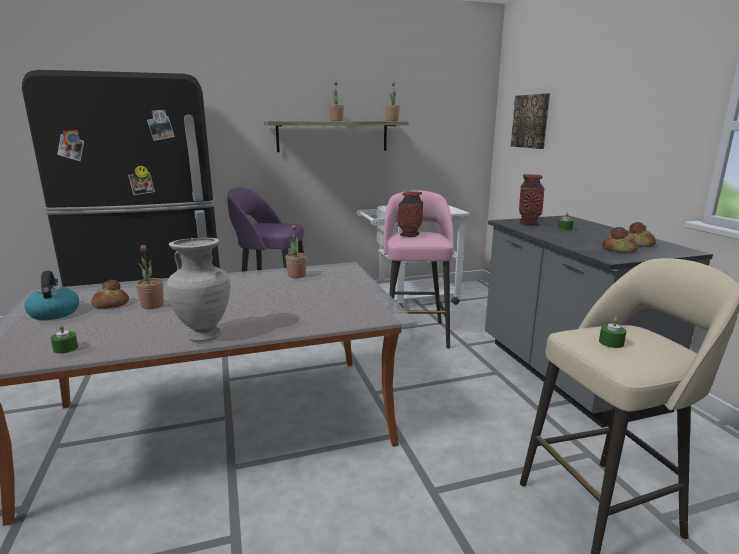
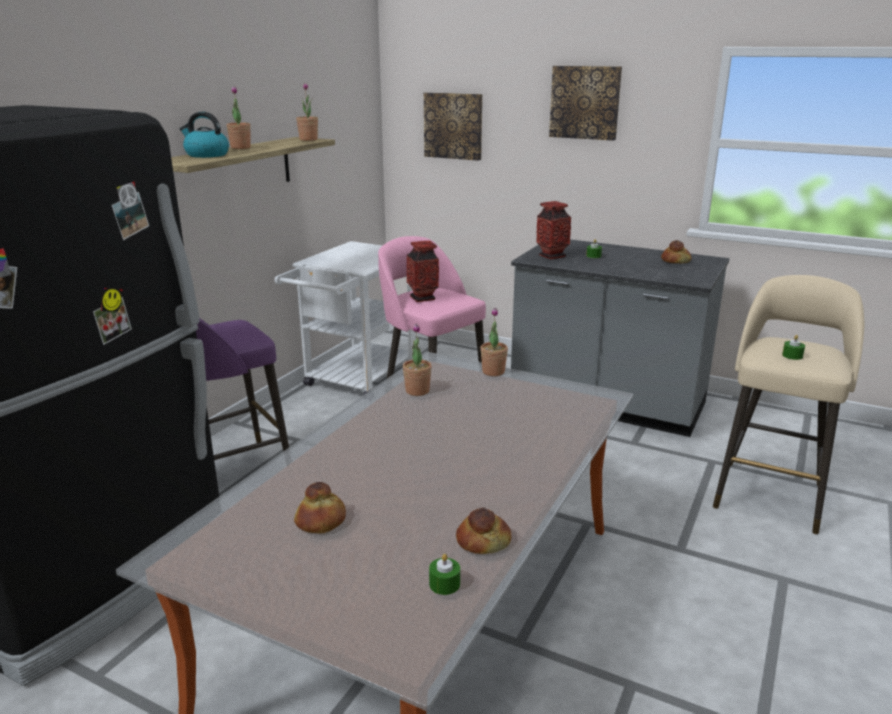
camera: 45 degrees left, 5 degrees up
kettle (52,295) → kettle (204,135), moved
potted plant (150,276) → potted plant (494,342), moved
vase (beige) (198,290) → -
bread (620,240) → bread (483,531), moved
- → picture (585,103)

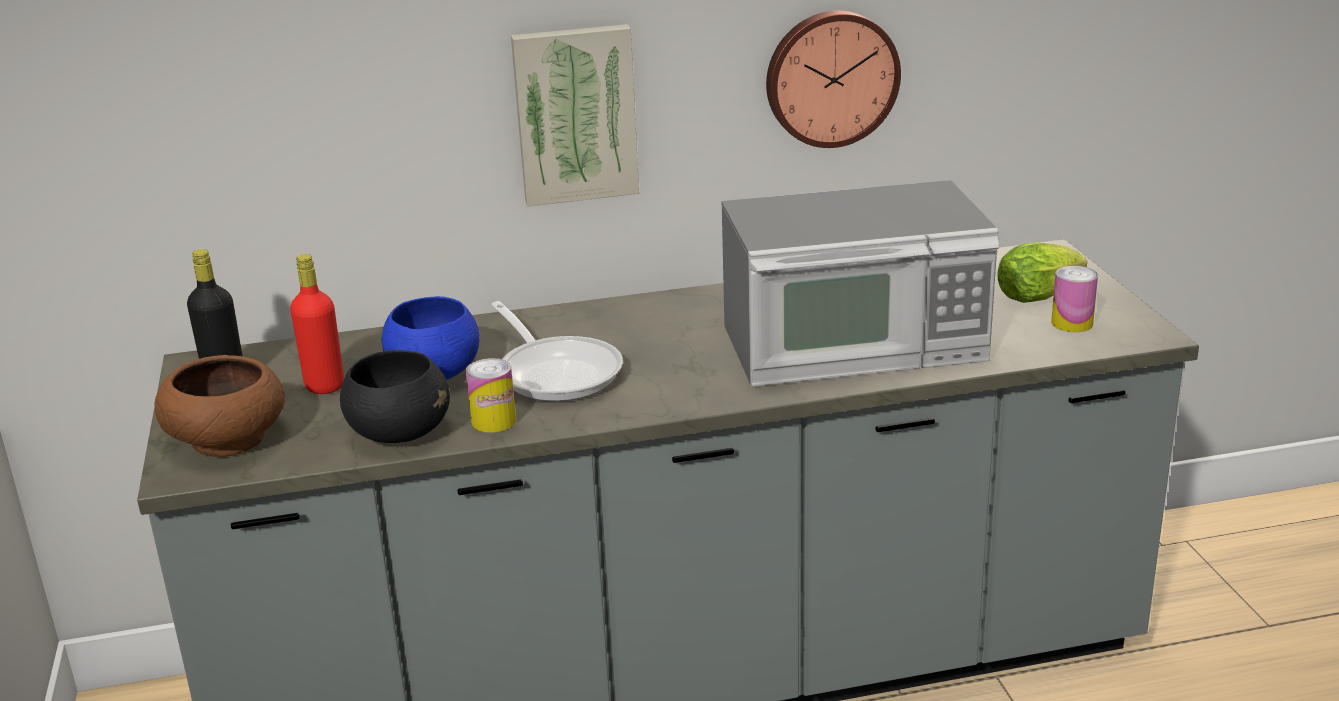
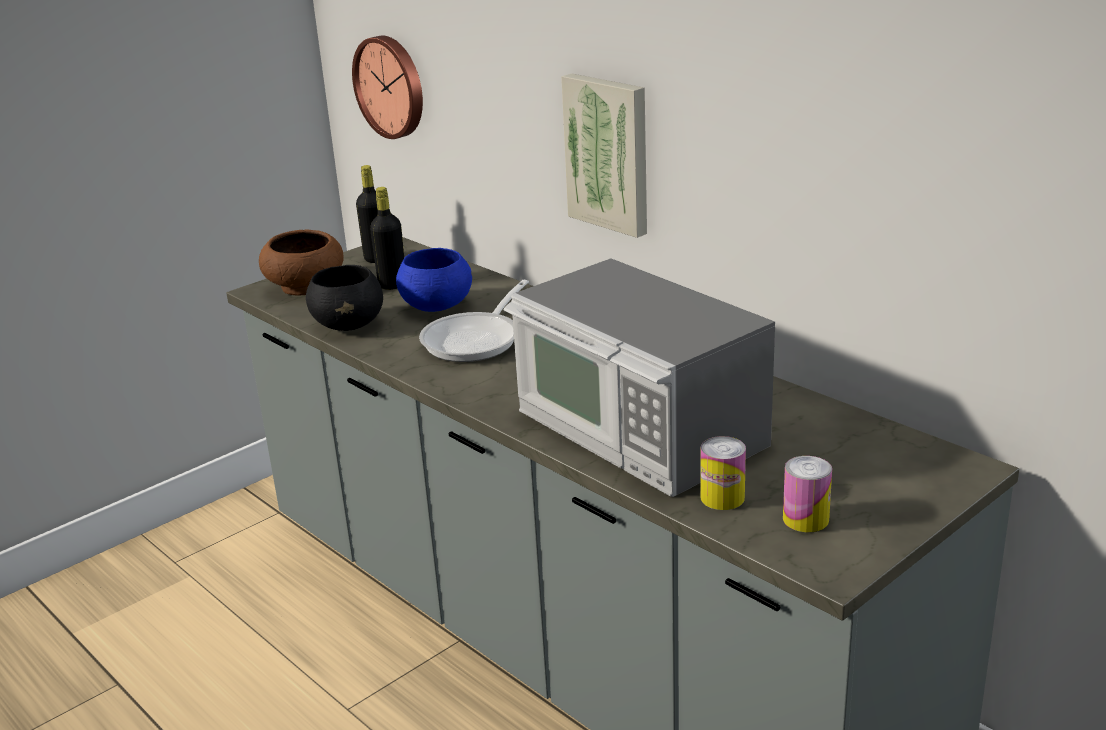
camera: 60 degrees right, 0 degrees up
bottle (red) (317,324) → bottle (black) (387,238)
can (491,395) → can (723,473), moved
wall clock (833,79) → wall clock (387,87), moved
lettuce (1042,272) → -

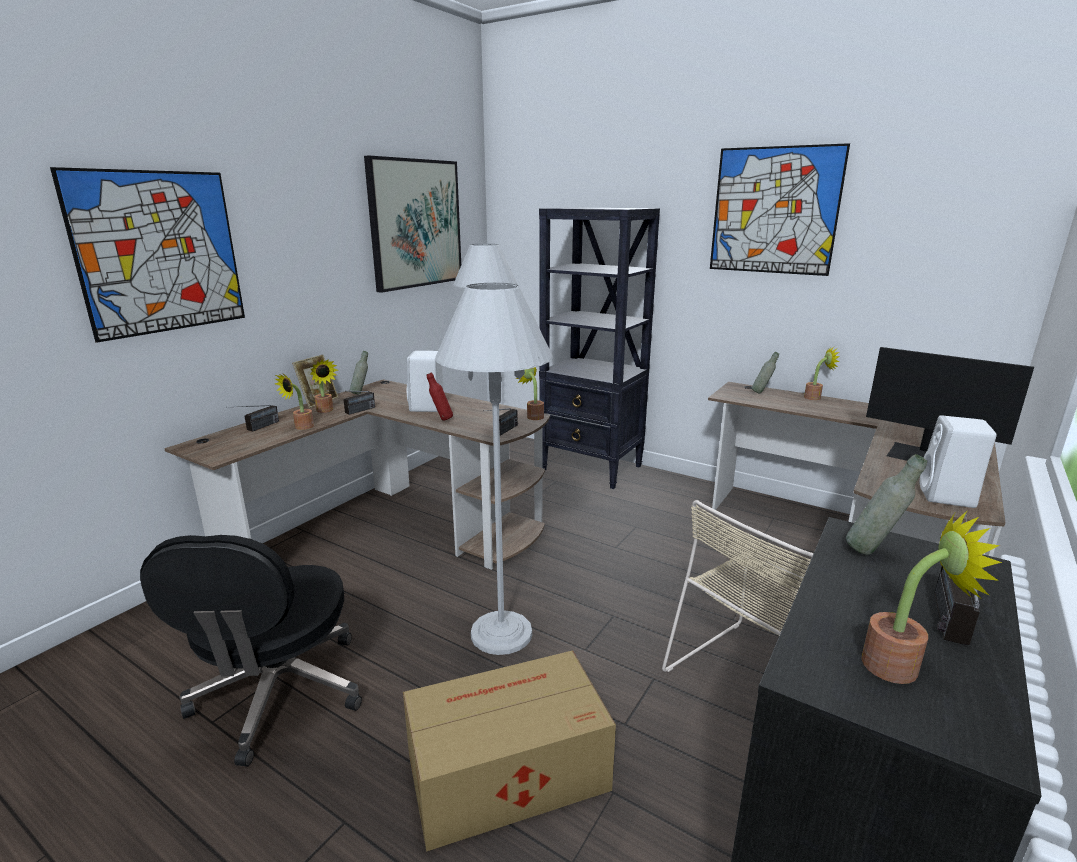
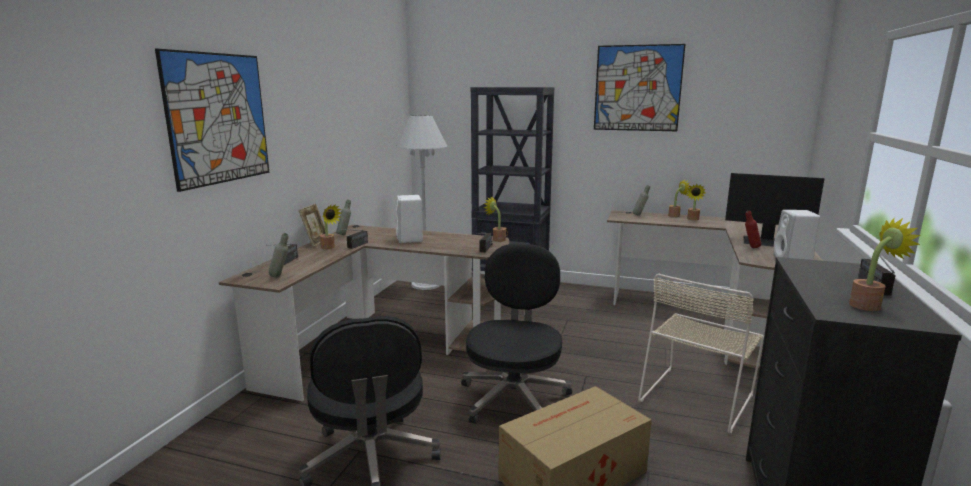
camera: 15 degrees left, 5 degrees down
potted plant (294,401) → potted plant (696,202), moved
picture (412,224) → -
bottle (red) (440,397) → bottle (red) (753,229), moved
floor lamp (white) (494,469) → office chair (black) (516,334)
bottle (grey) (886,504) → bottle (grey) (278,255), moved

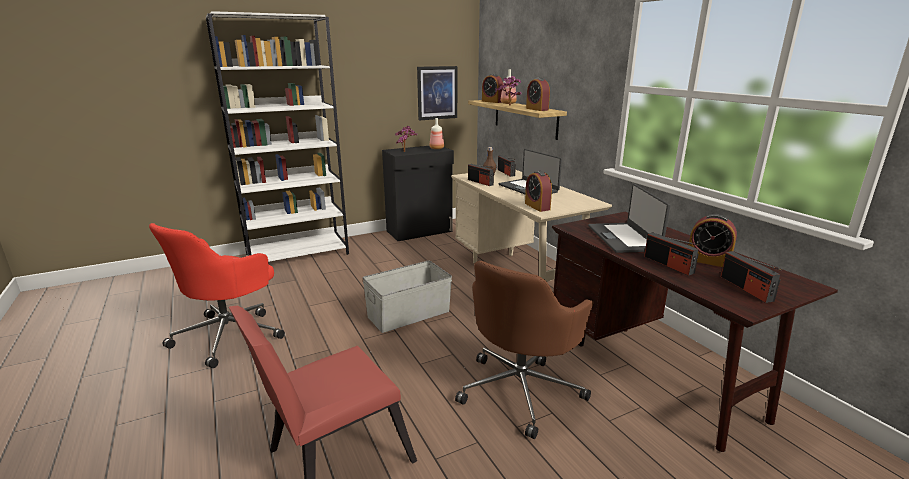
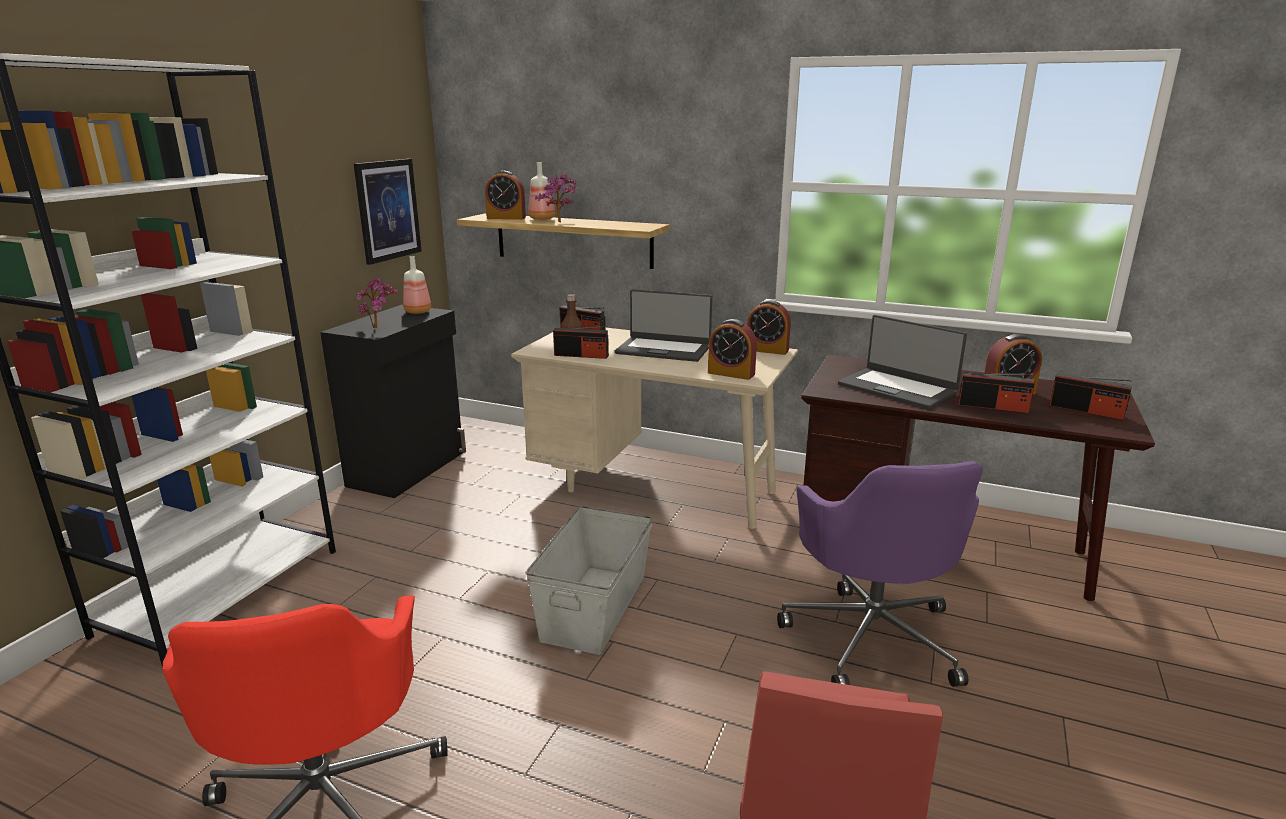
camera: 40 degrees left, 0 degrees up
office chair (brown) (524,350) → office chair (purple) (880,574)
alarm clock (538,94) → alarm clock (769,327), moved

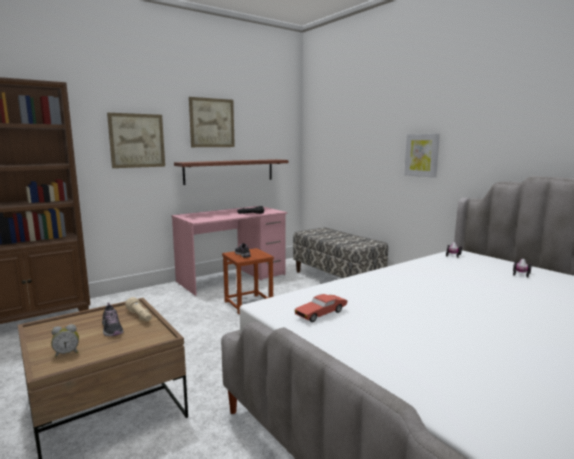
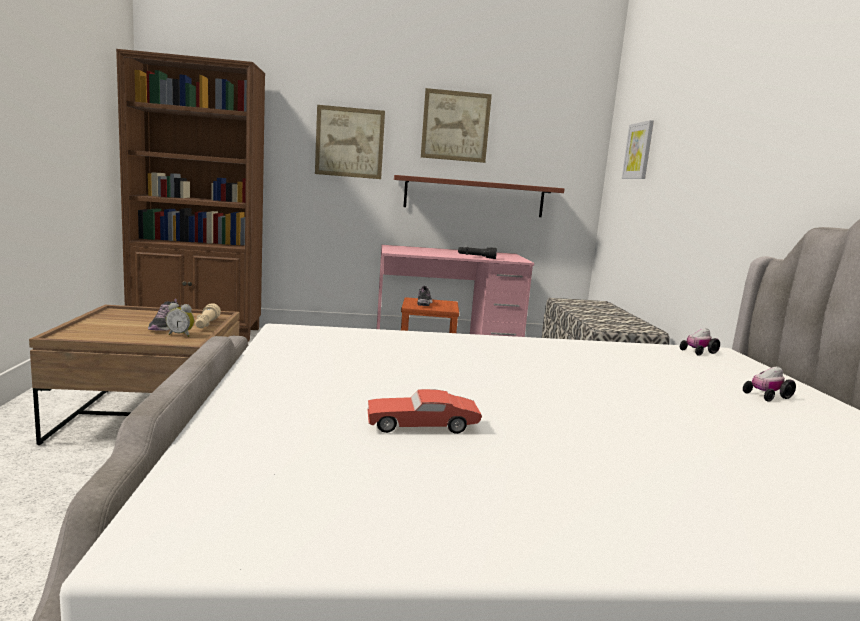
camera: 30 degrees right, 0 degrees up
alarm clock (65,340) → alarm clock (180,320), moved
toy car (red) (321,308) → toy car (red) (424,411), moved
picture (422,156) → picture (638,149), moved

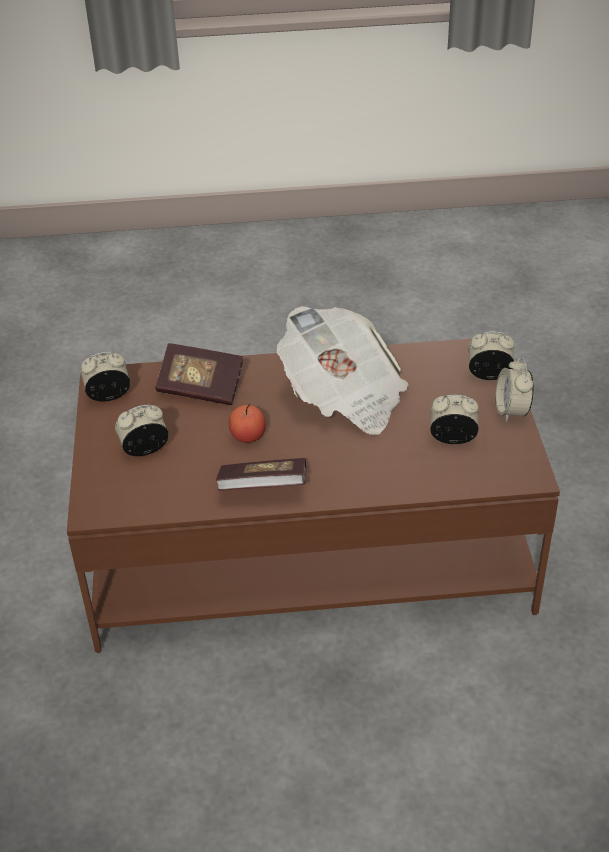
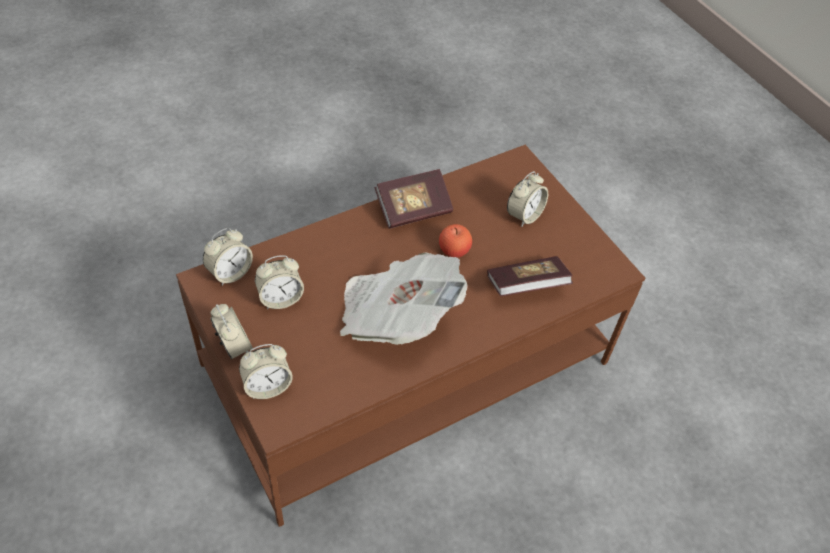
camera: 150 degrees right, 10 degrees up
alarm clock (105,377) → alarm clock (228,256), moved

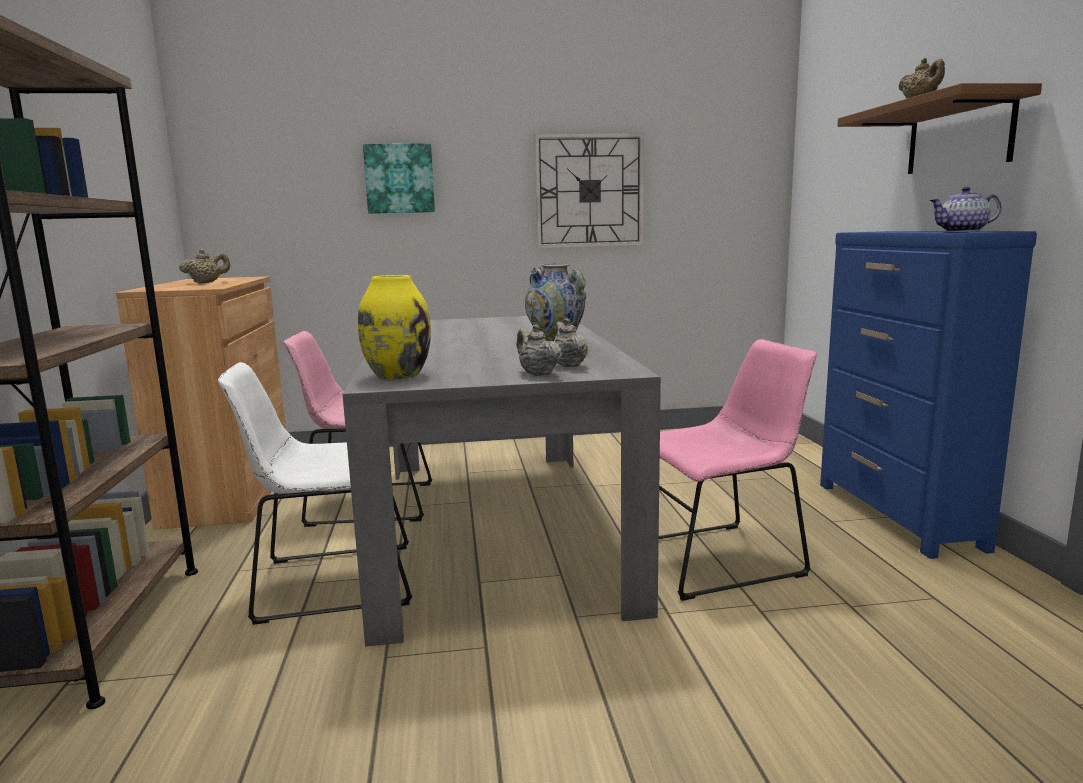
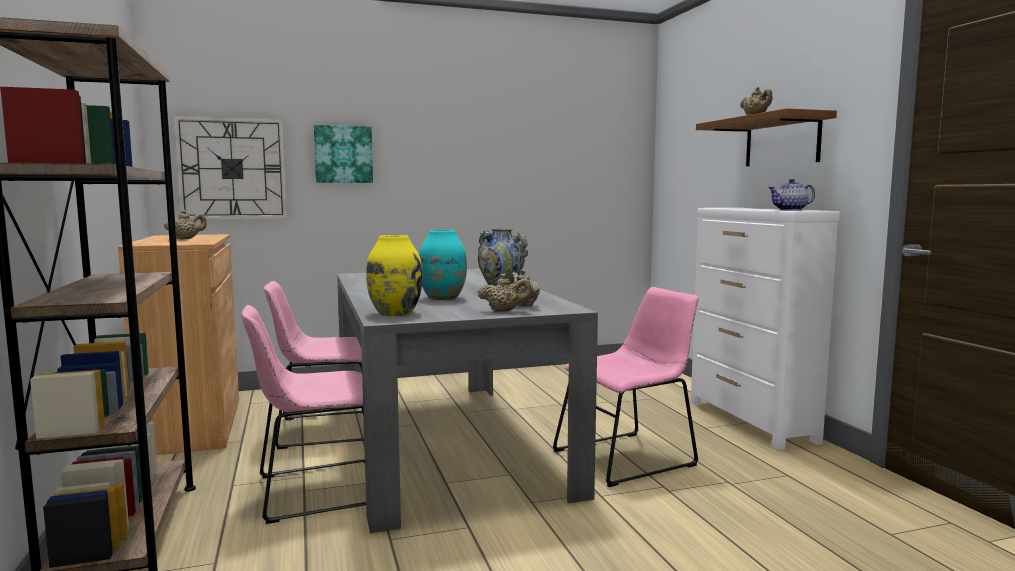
camera: 10 degrees left, 5 degrees down
chair (white) (315,493) → chair (pink) (303,414)
teapot (beige) (539,350) → teapot (beige) (505,292), 135 degrees clockwise
wall clock (589,190) → wall clock (230,168), moved
dresser (blue) (928,395) → dresser (white) (765,329)
- → vase (turquoise) (443,265)

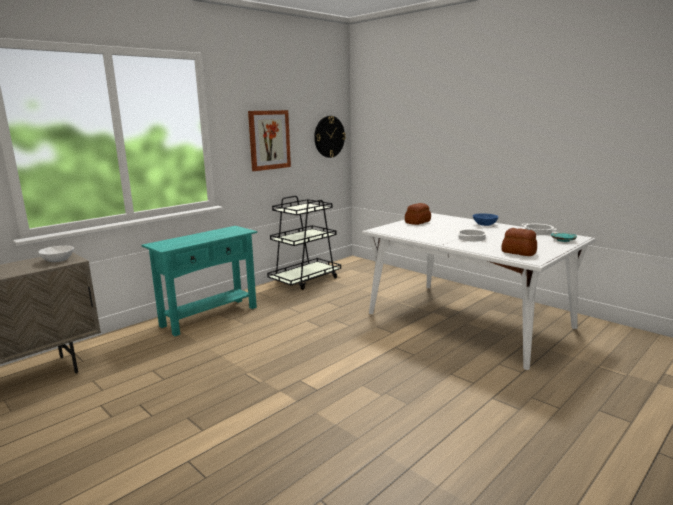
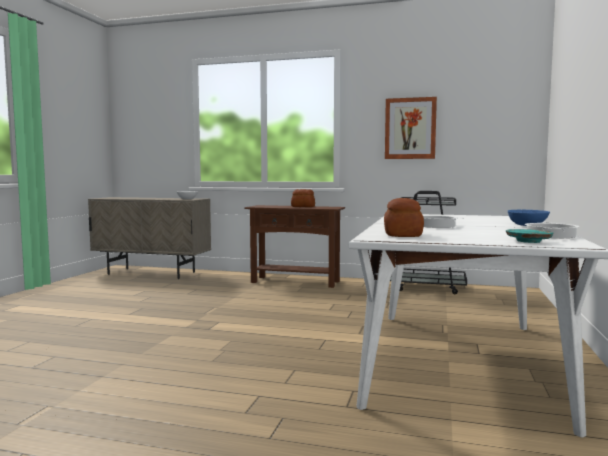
camera: 60 degrees right, 10 degrees down
console table (turquoise) (199,281) → console table (brown) (295,246)
wall clock (330,137) → -
bread (418,214) → bread (303,198), moved

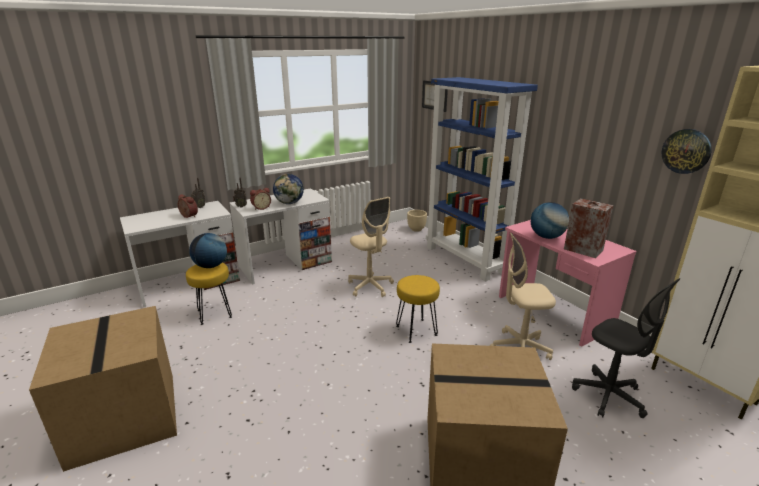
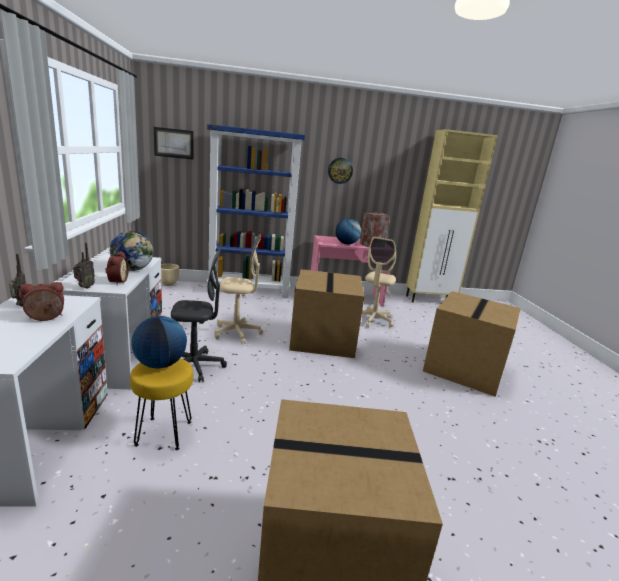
camera: 65 degrees left, 5 degrees down
stool (yellow) (418,309) → cardboard box (326,313)
office chair (grey) (626,348) → office chair (grey) (199,315), moved
wall clock (687,151) → wall clock (340,171), moved

